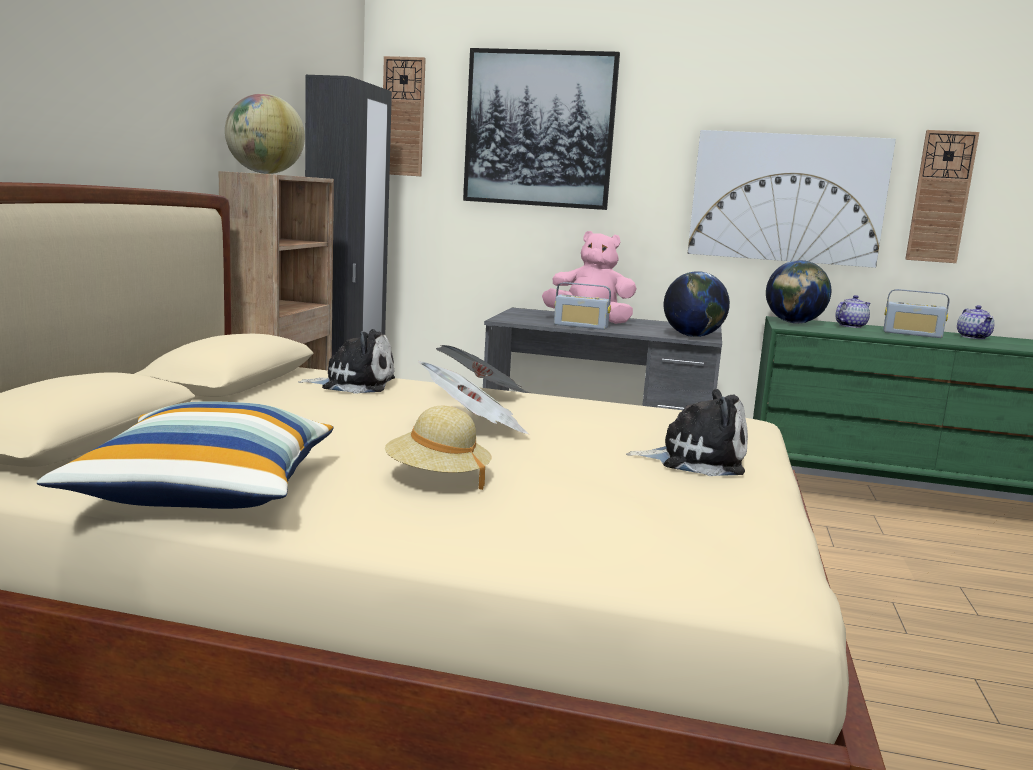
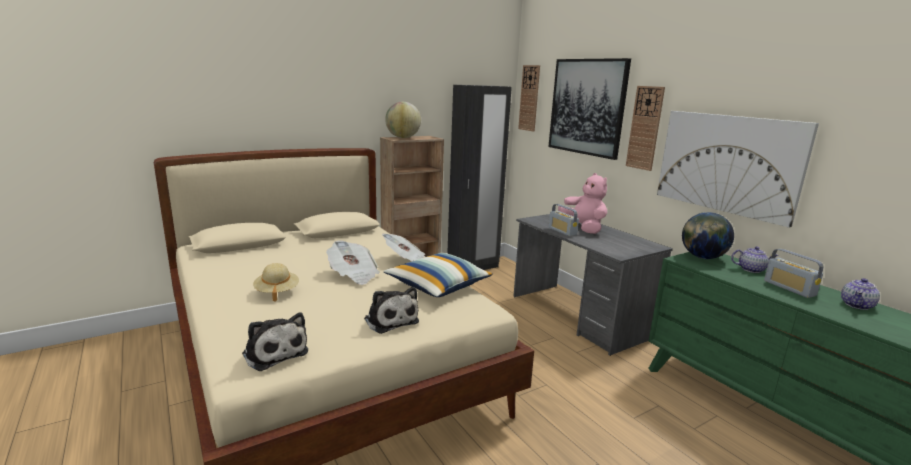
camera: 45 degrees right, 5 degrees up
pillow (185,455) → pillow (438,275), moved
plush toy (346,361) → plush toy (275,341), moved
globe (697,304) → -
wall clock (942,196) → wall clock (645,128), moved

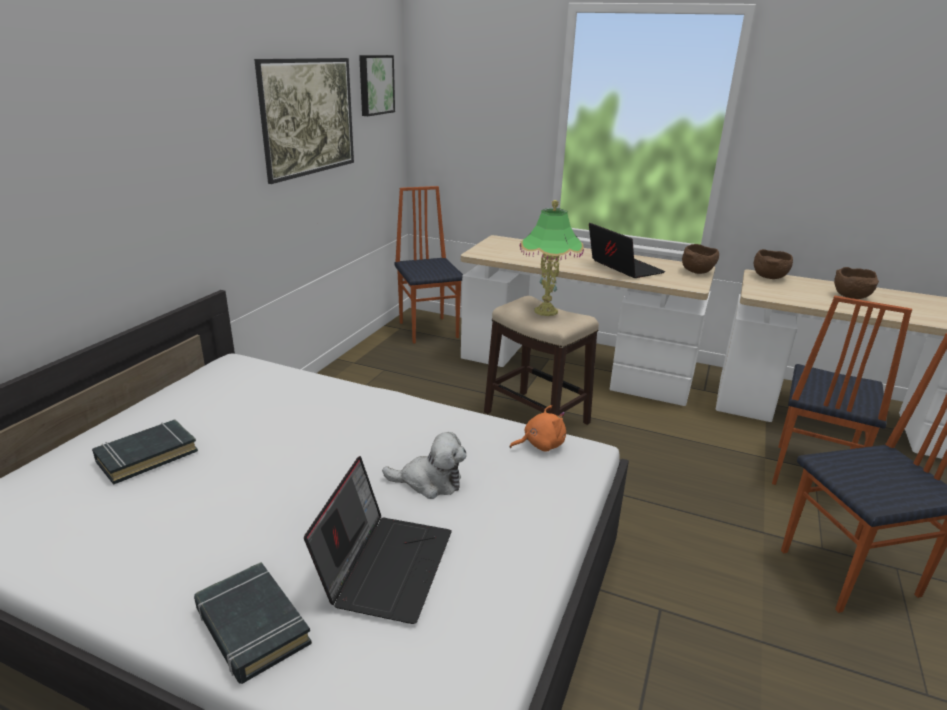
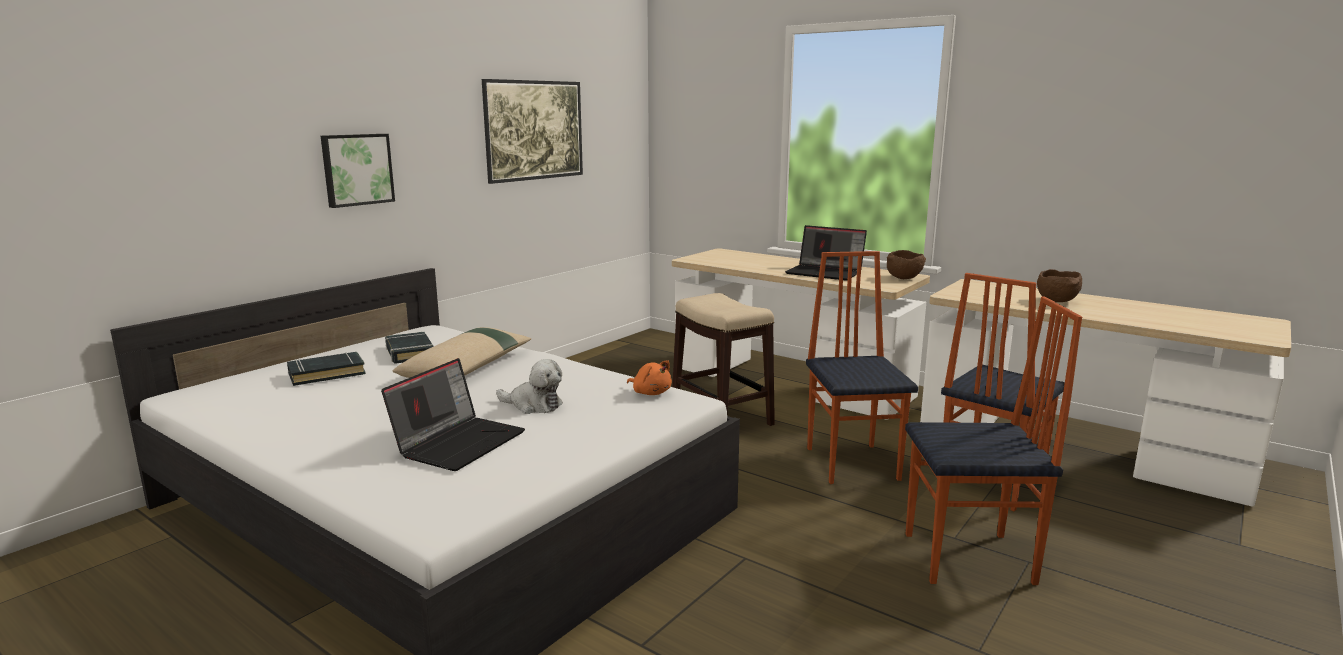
camera: 15 degrees right, 10 degrees down
book (black) (253,623) → book (black) (409,348), moved
picture (377,85) → picture (358,171), moved
chair (428,265) → chair (862,367), moved
plush toy (orange) (537,428) → plush toy (orange) (649,377), 45 degrees clockwise
table lamp (551,258) → -
laptop (627,250) → laptop (826,252), 135 degrees clockwise
bowl (brown) (773,264) → -
- → pillow (beige) (462,352)

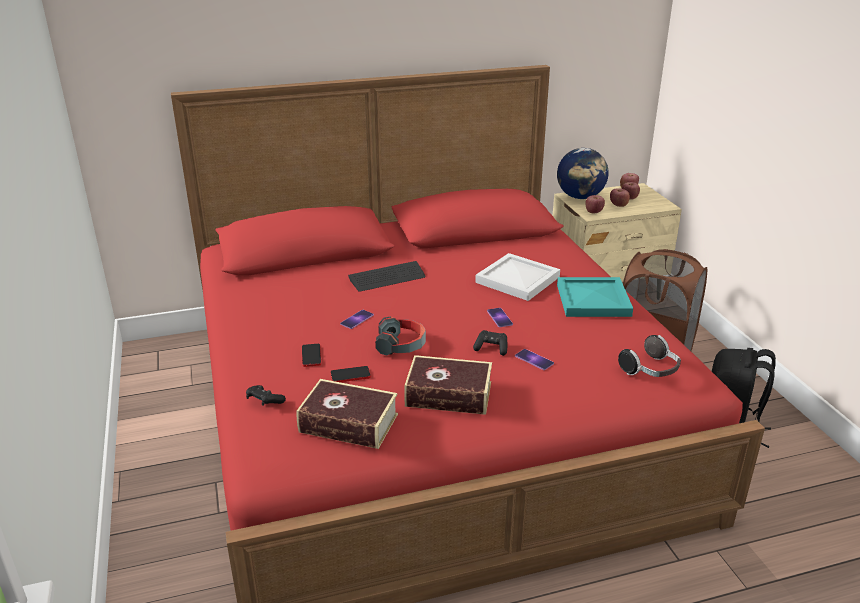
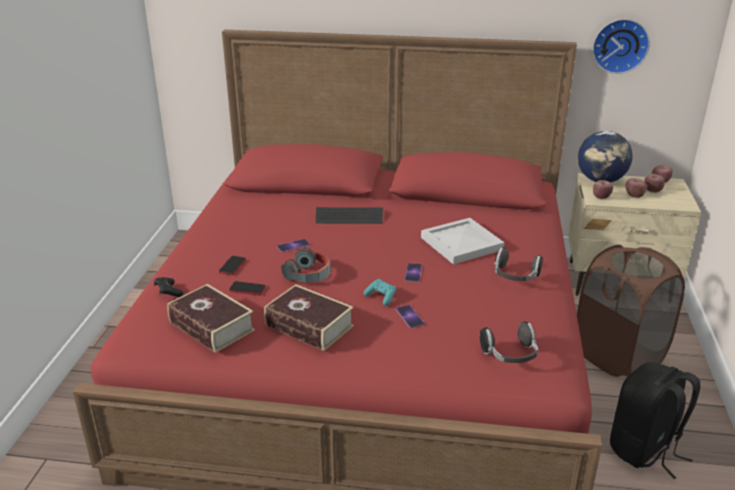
camera: 25 degrees right, 0 degrees up
game controller (black) (490,343) → game controller (turquoise) (380,292)
tray (turquoise) (595,297) → headphones (518,264)
- → wall clock (621,46)

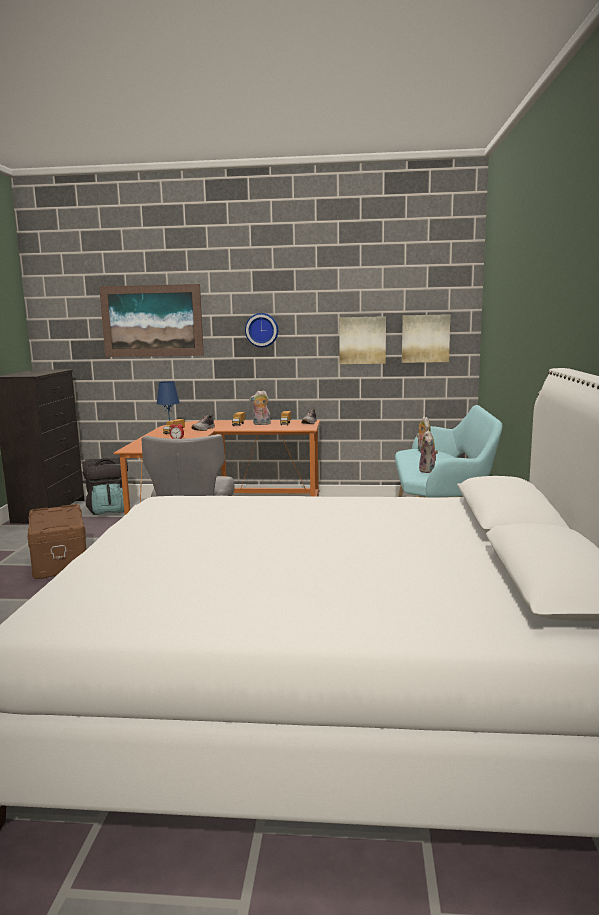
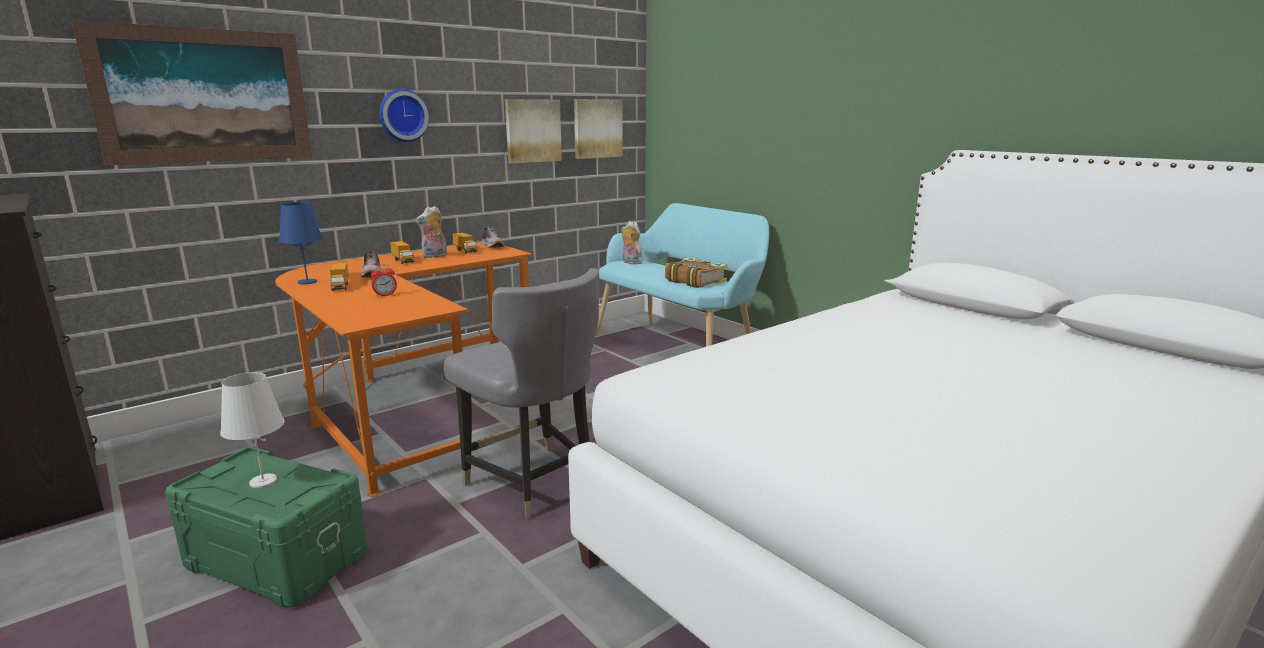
camera: 45 degrees left, 5 degrees up
storage box (brown) (57,541) → storage box (green) (266,527)
backpack (black) (105,486) → -
plush toy (428,451) → book (696,272)
- → table lamp (white) (252,430)

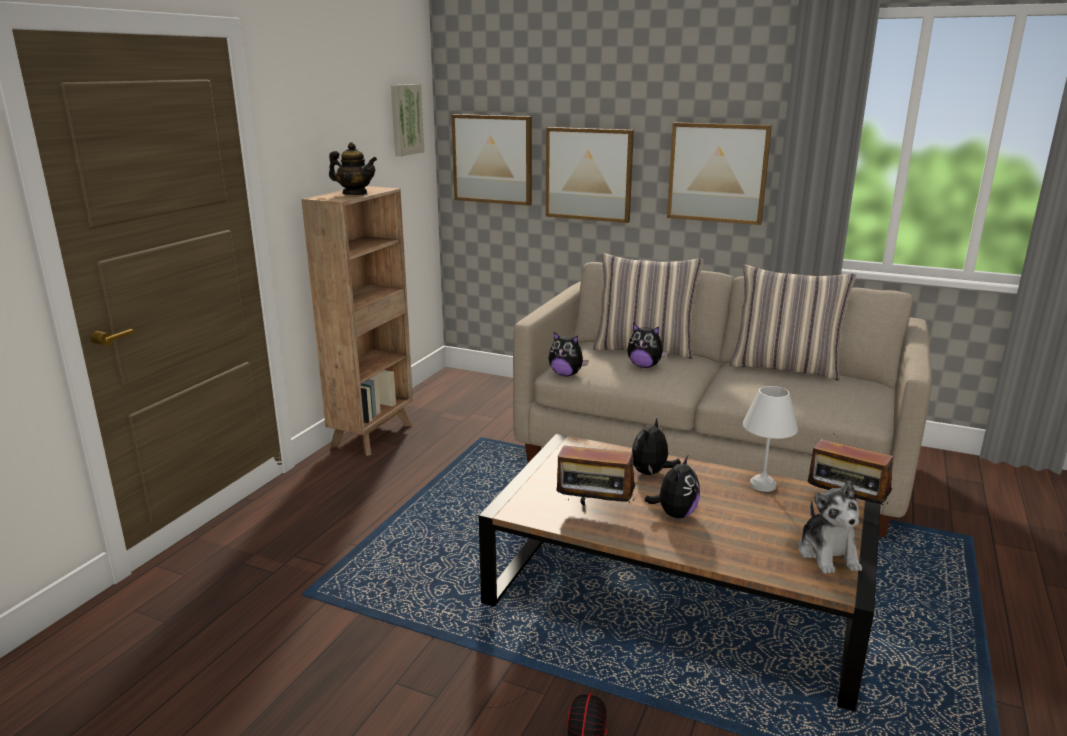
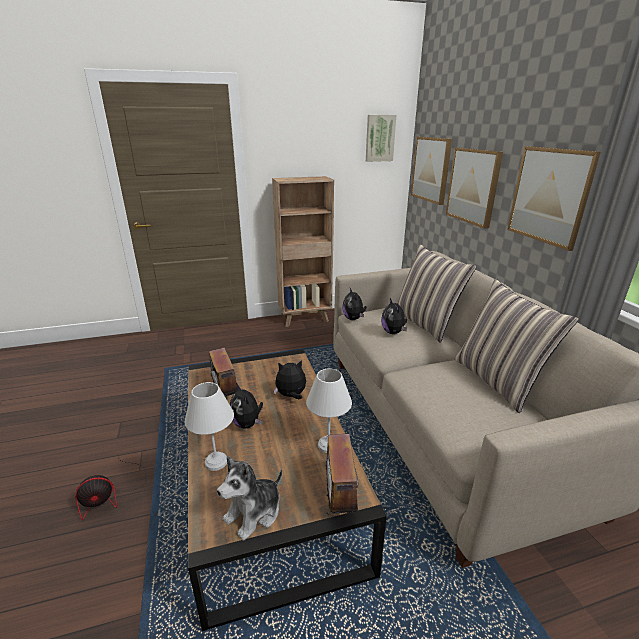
camera: 50 degrees right, 5 degrees up
teapot (353,168) → -
plush toy (672,487) → plush toy (246,406), 75 degrees clockwise
- → table lamp (white) (209,426)

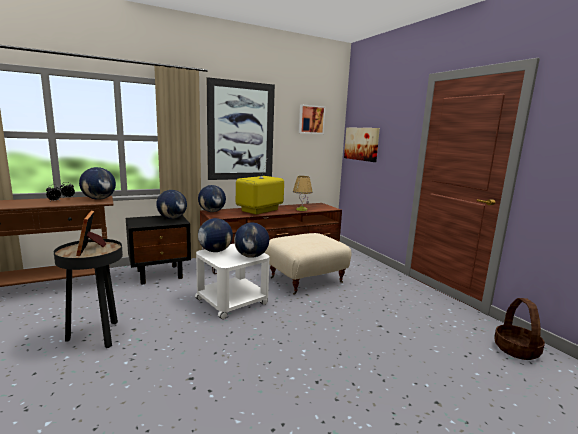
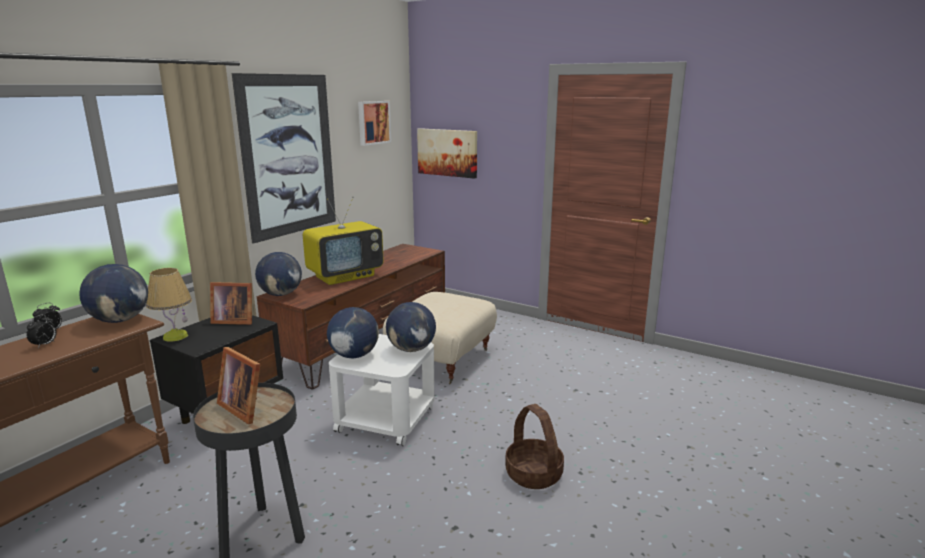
camera: 30 degrees left, 5 degrees up
globe (171,204) → picture frame (231,303)
television (260,186) → television (343,241), 135 degrees counterclockwise
table lamp (303,193) → table lamp (169,305), moved
basket (519,329) → basket (534,446), moved

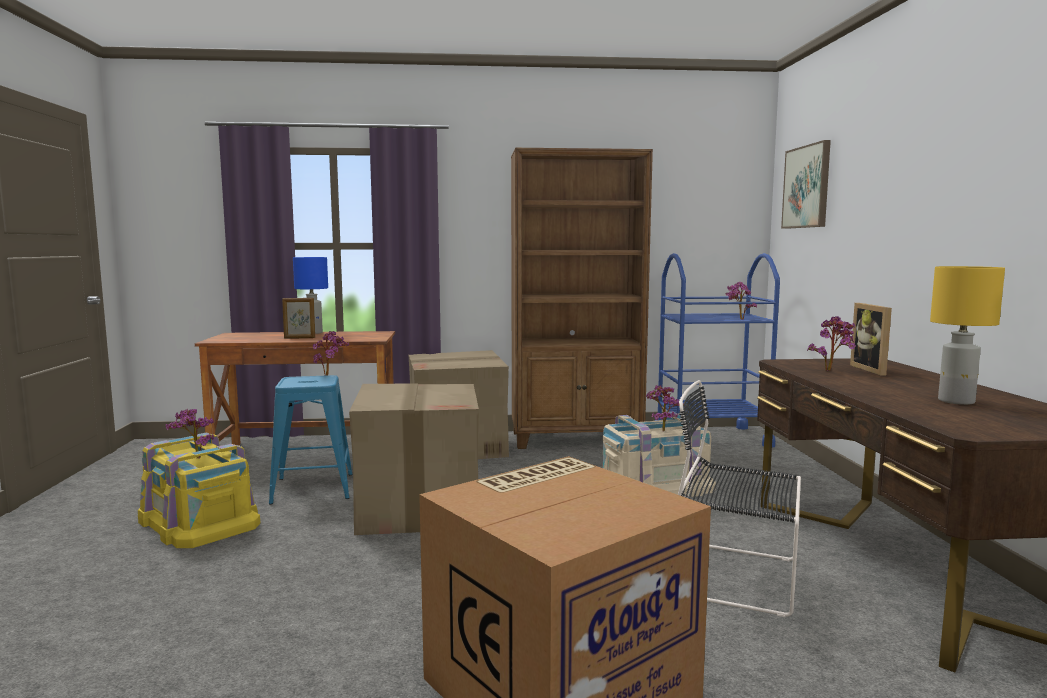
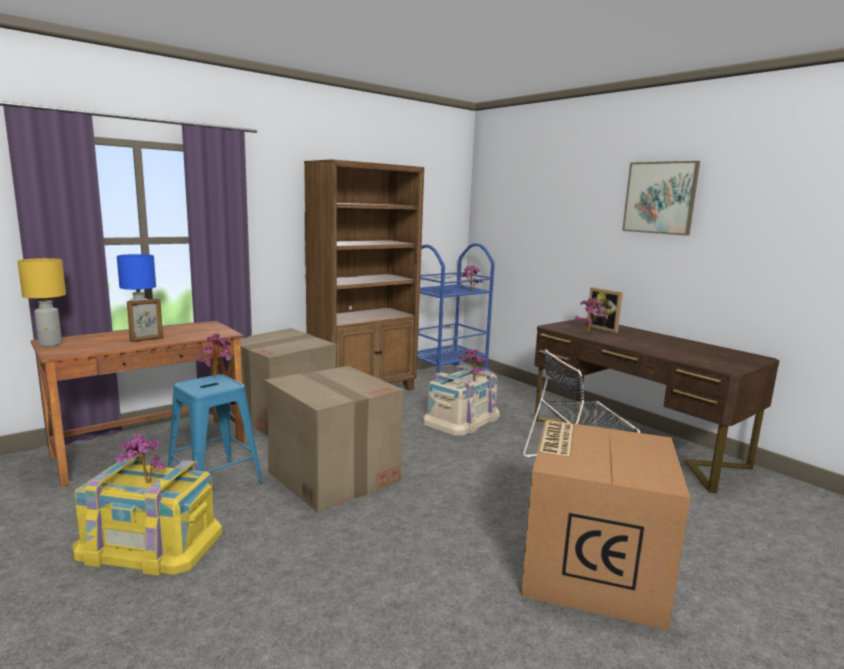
camera: 35 degrees left, 5 degrees up
picture (806,184) → picture (661,198), moved
table lamp (yellow) (967,335) → table lamp (yellow) (41,302), moved

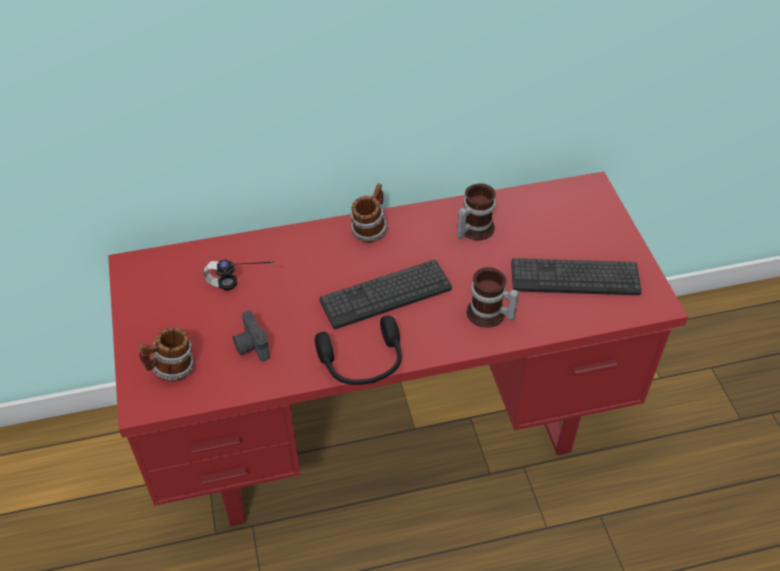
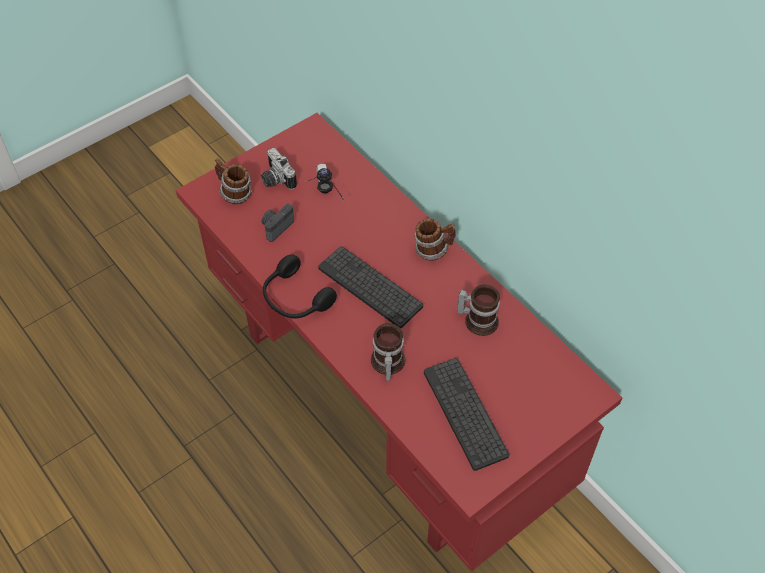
camera: 65 degrees right, 5 degrees up
- → photo camera (279,169)

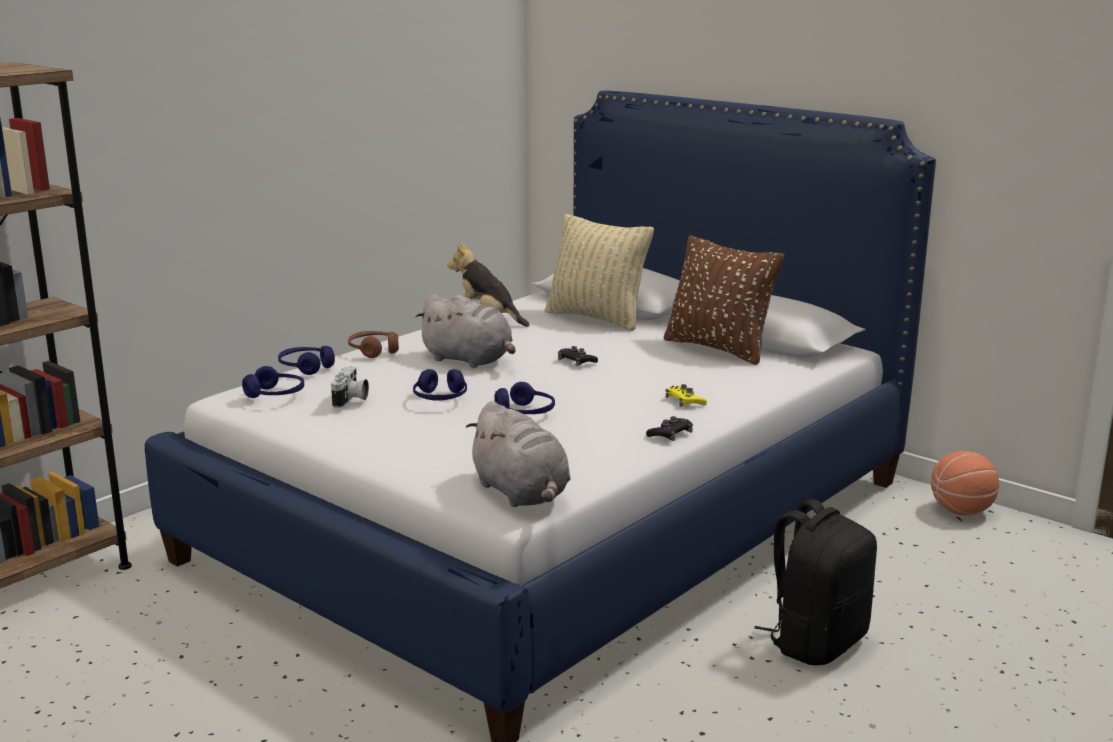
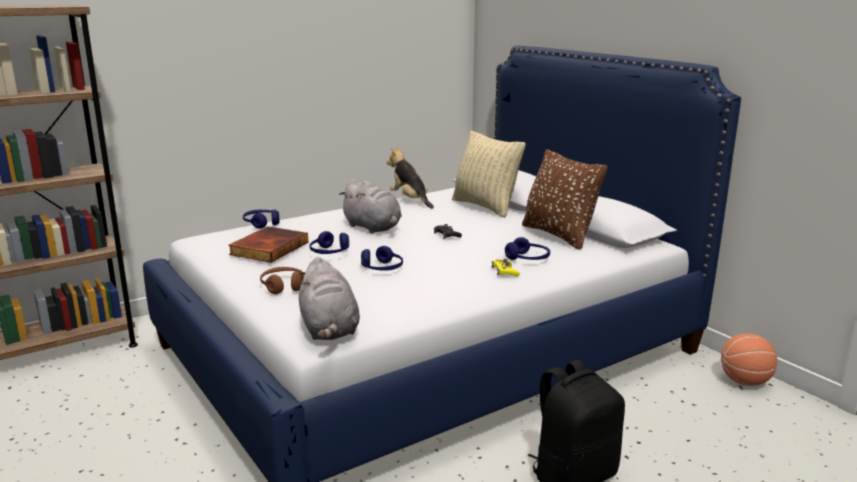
camera: 15 degrees right, 0 degrees up
headphones (blue) (273,382) → headphones (blue) (527,248), moved
photo camera (350,387) → book (268,244)
headphones (brown) (373,344) → headphones (brown) (282,280), moved
game controller (black) (669,428) → -

